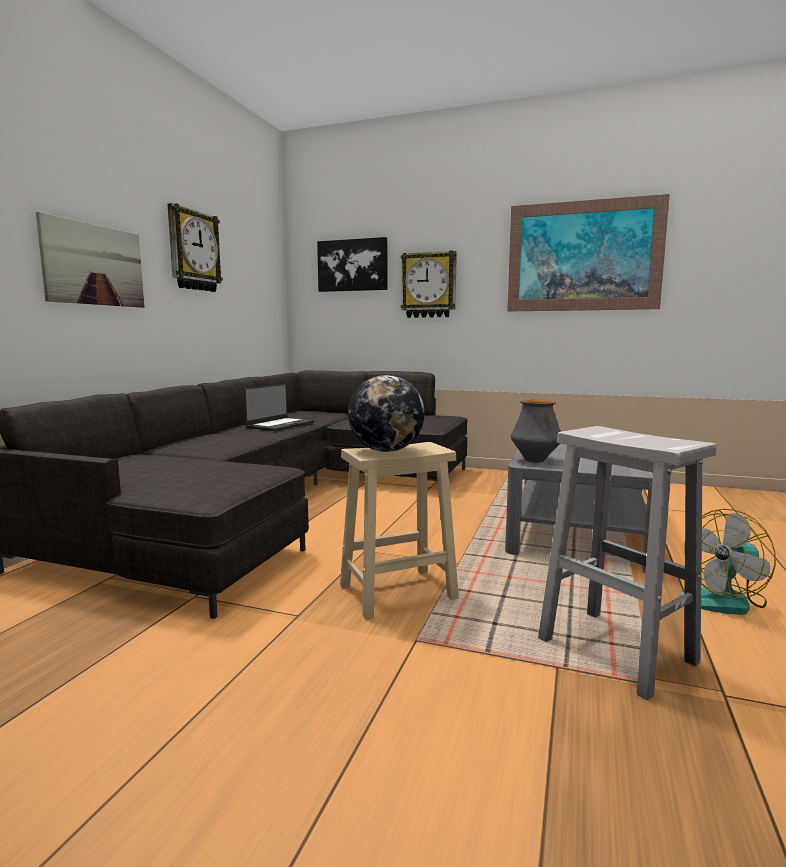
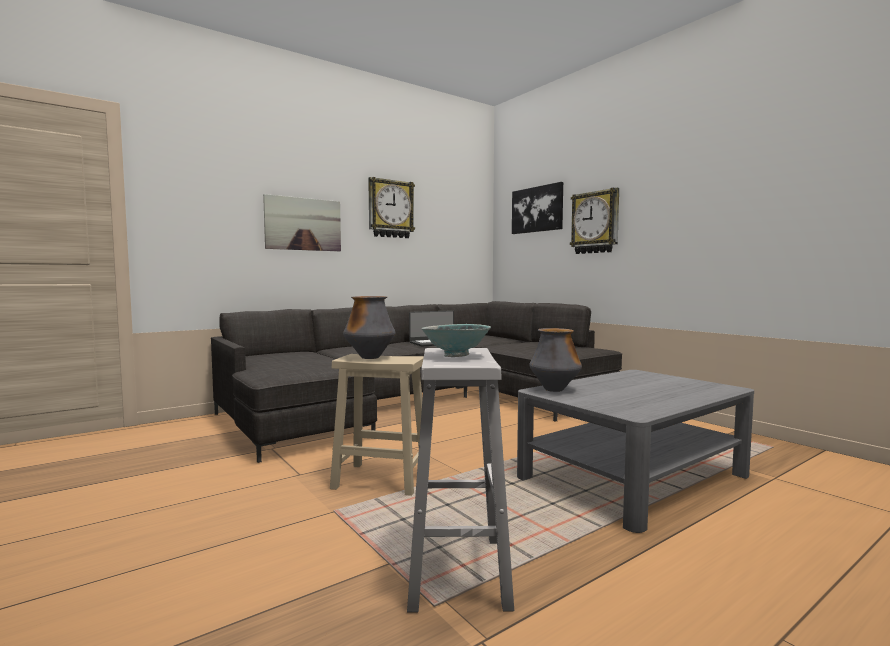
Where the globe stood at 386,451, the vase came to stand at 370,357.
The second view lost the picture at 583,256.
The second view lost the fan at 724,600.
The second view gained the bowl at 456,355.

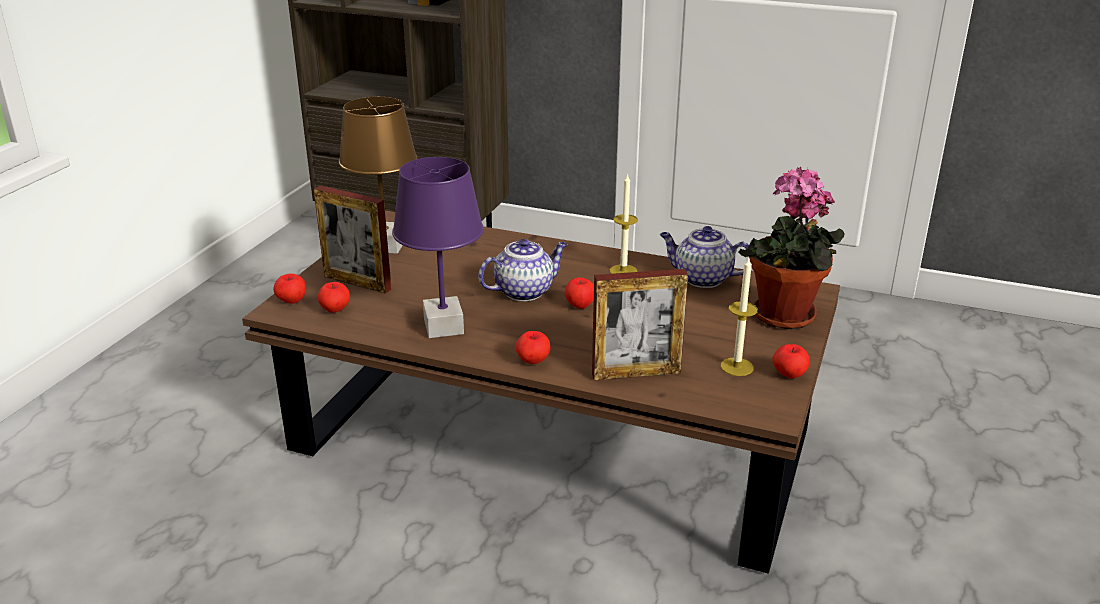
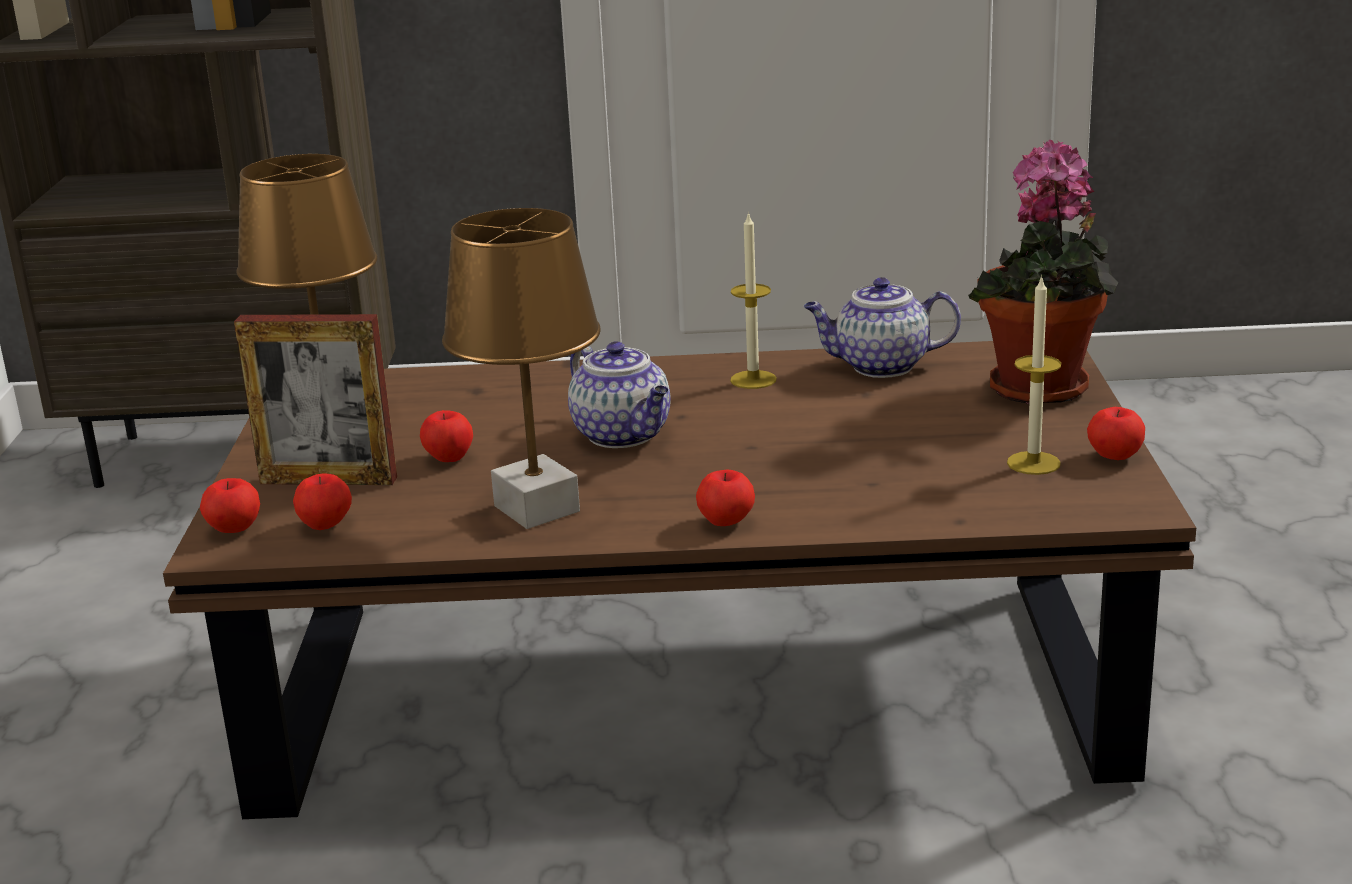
What was the table lamp/purple at 443,326 turned into the table lamp/brown at 535,509.
The teapot at 525,291 ended up facing another way, 105 degrees clockwise from before.
The apple ended up elsewhere, having gone from 579,305 to 448,458.
The second view lost the picture frame at 636,373.

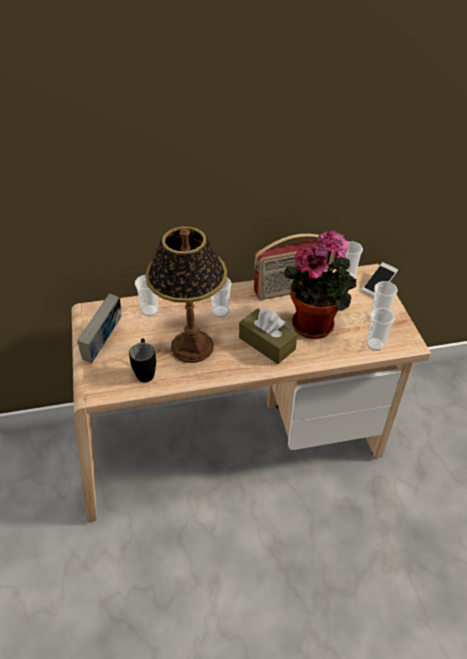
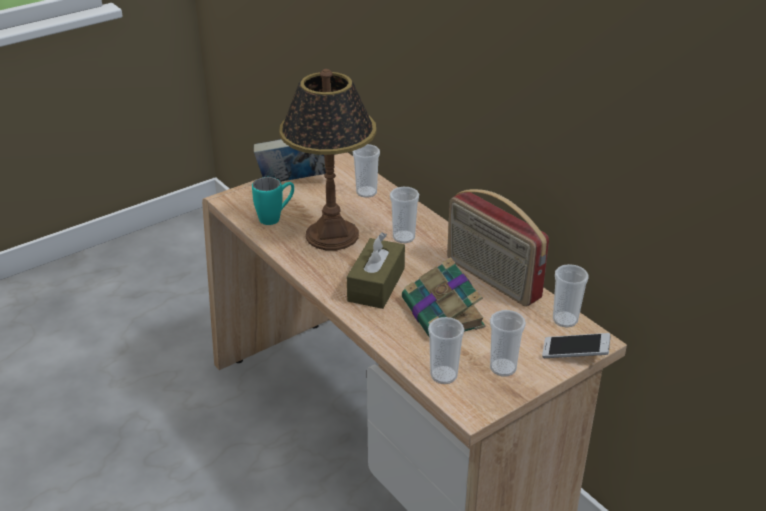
What was the mug/black at 145,371 turned into the mug/turquoise at 276,217.
Where the potted plant stood at 316,323, the book came to stand at 443,314.

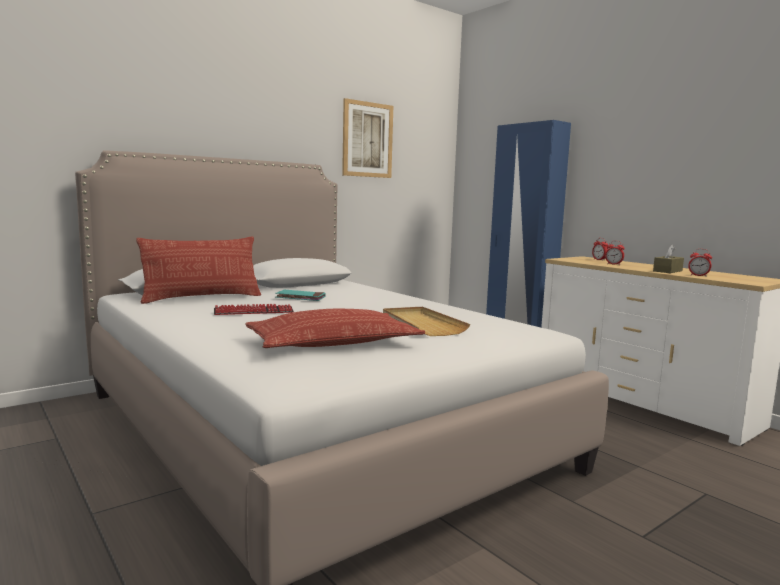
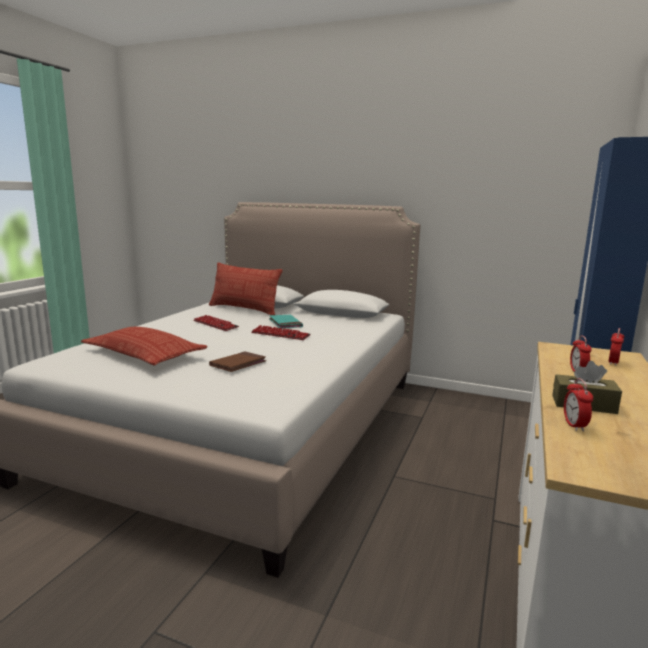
The second view lost the picture at 367,140.
Where the tray/beige stood at 421,324, the book/brown came to stand at 238,364.
The second view gained the keyboard at 280,334.

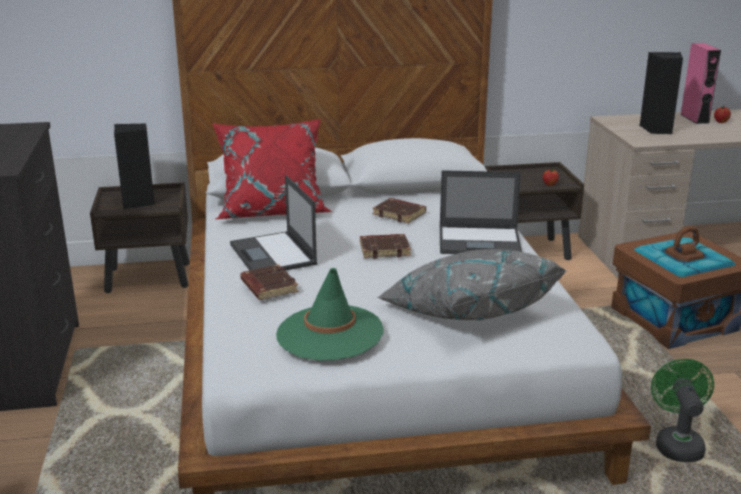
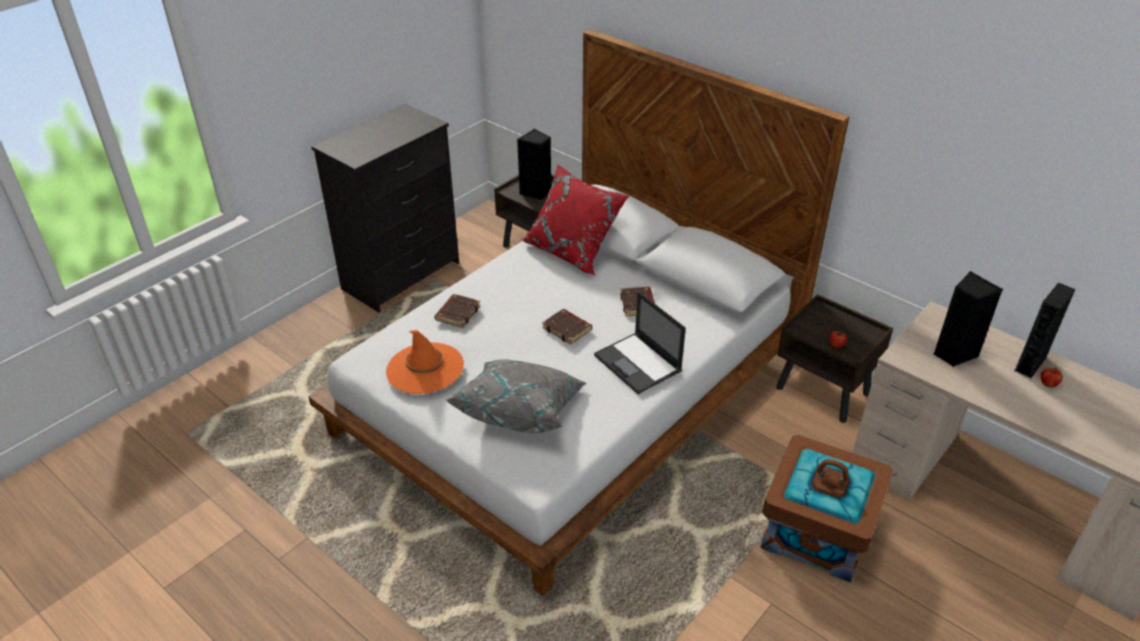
The second view lost the laptop at 273,254.
What was the hat/green at 330,333 turned into the hat/orange at 425,368.
The second view lost the fan/green at 677,444.
What was the speaker/pink at 694,118 turned into the speaker/black at 1030,364.

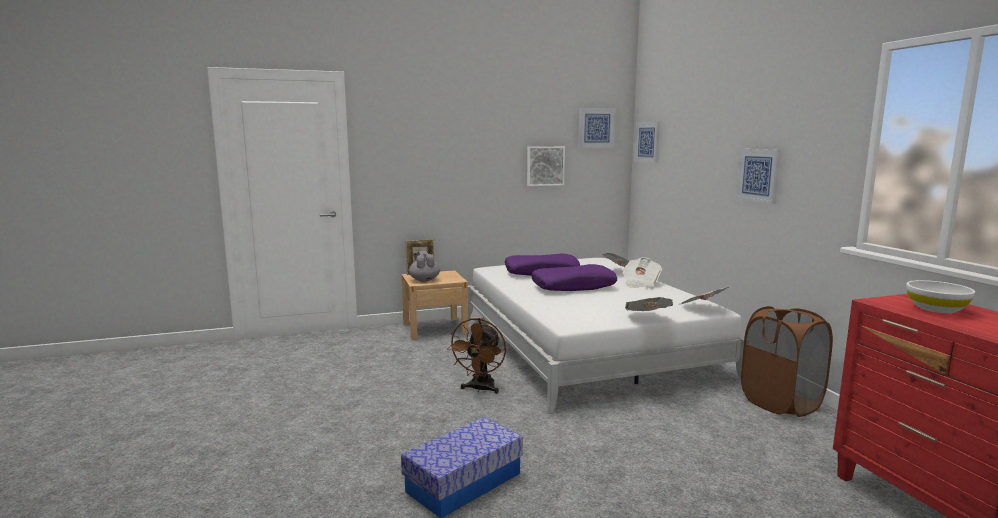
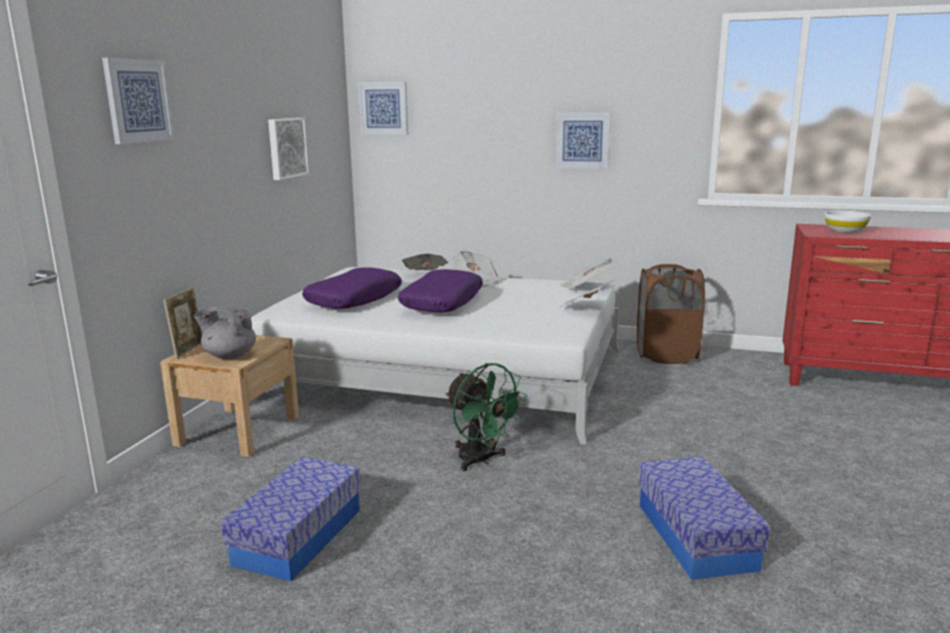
What was the fan/brown at 480,389 turned into the fan/green at 481,460.
The picture ended up elsewhere, having gone from 596,128 to 138,101.
The second view gained the storage box at 298,536.

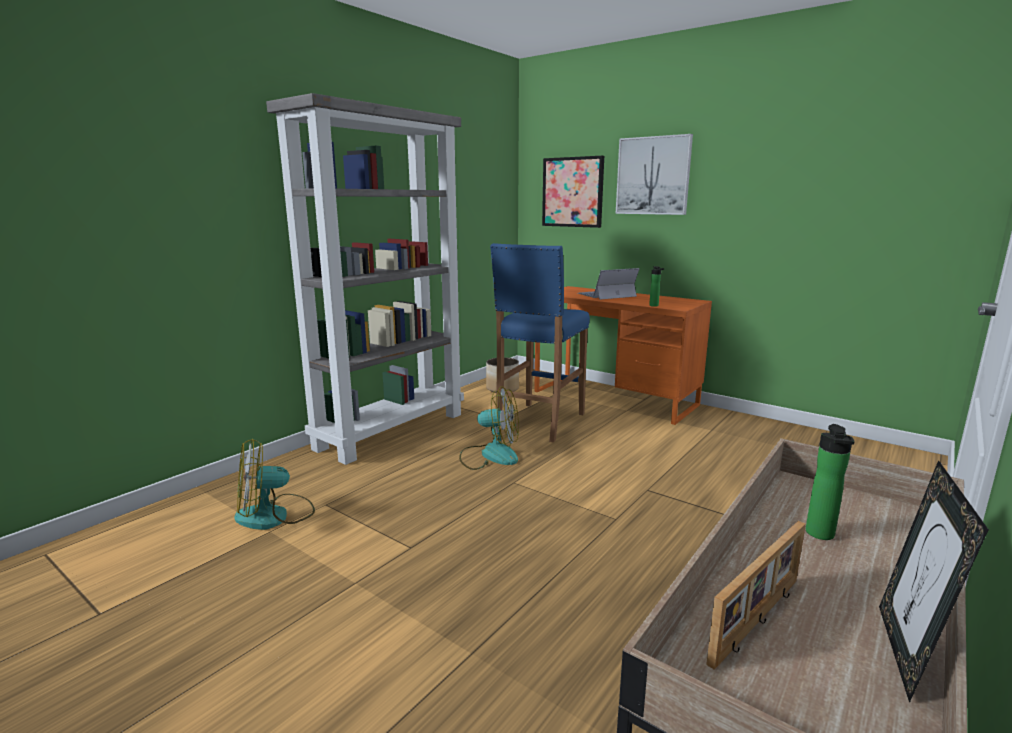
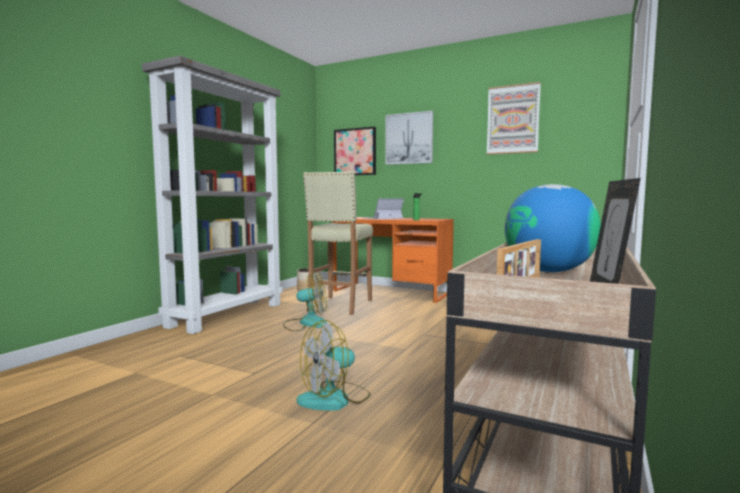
The fan ended up elsewhere, having gone from 274,516 to 334,398.
What was the stool/blue at 539,422 turned into the stool/beige at 340,306.
Where the bottle stood at 820,535, the globe came to stand at 548,271.
The second view gained the picture at 513,119.

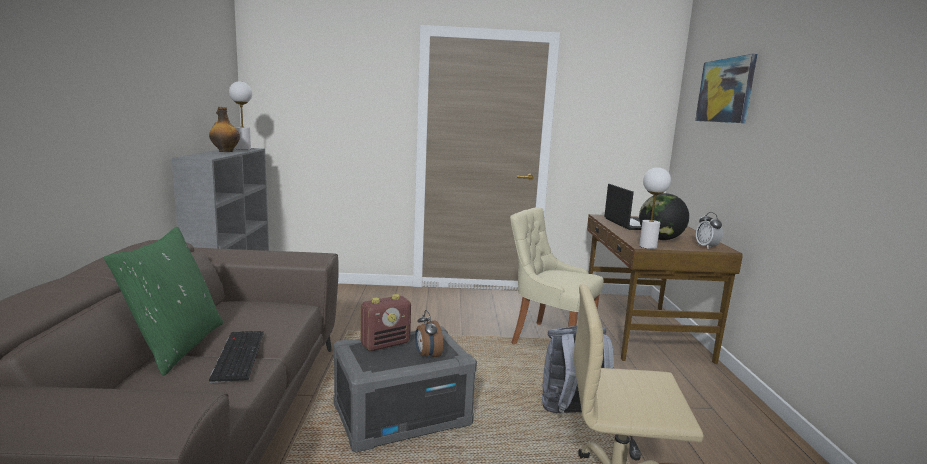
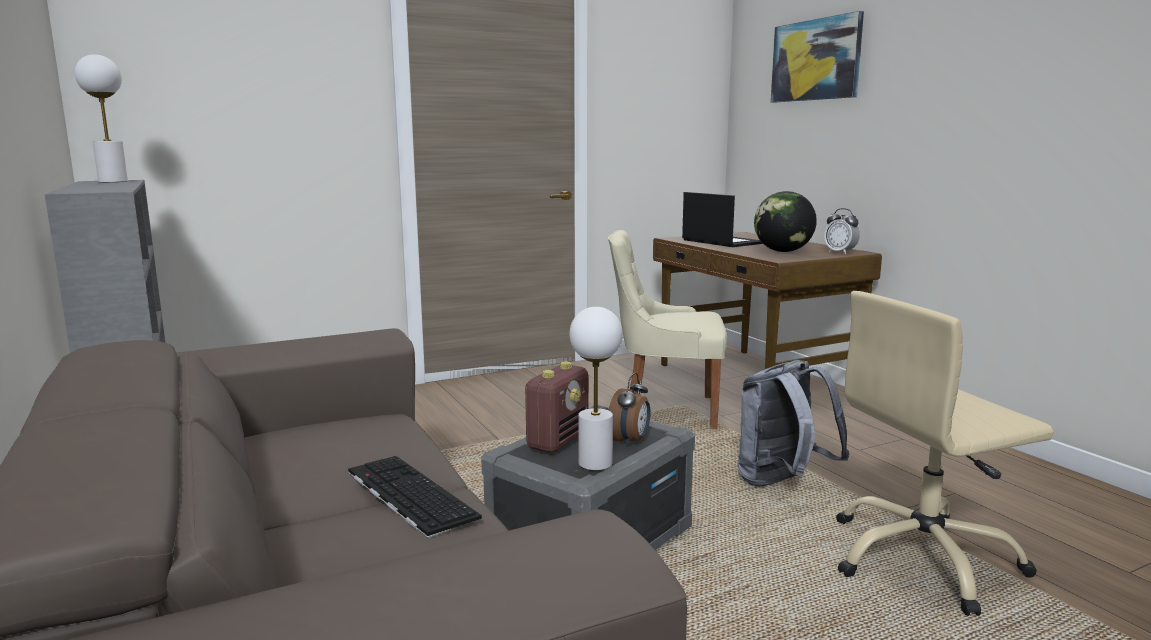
The second view lost the pillow/green at 176,346.
The second view lost the bottle at 225,151.
The alarm clock at 427,356 ended up facing another way, 105 degrees counterclockwise from before.
The table lamp/white ended up elsewhere, having gone from 647,246 to 595,463.

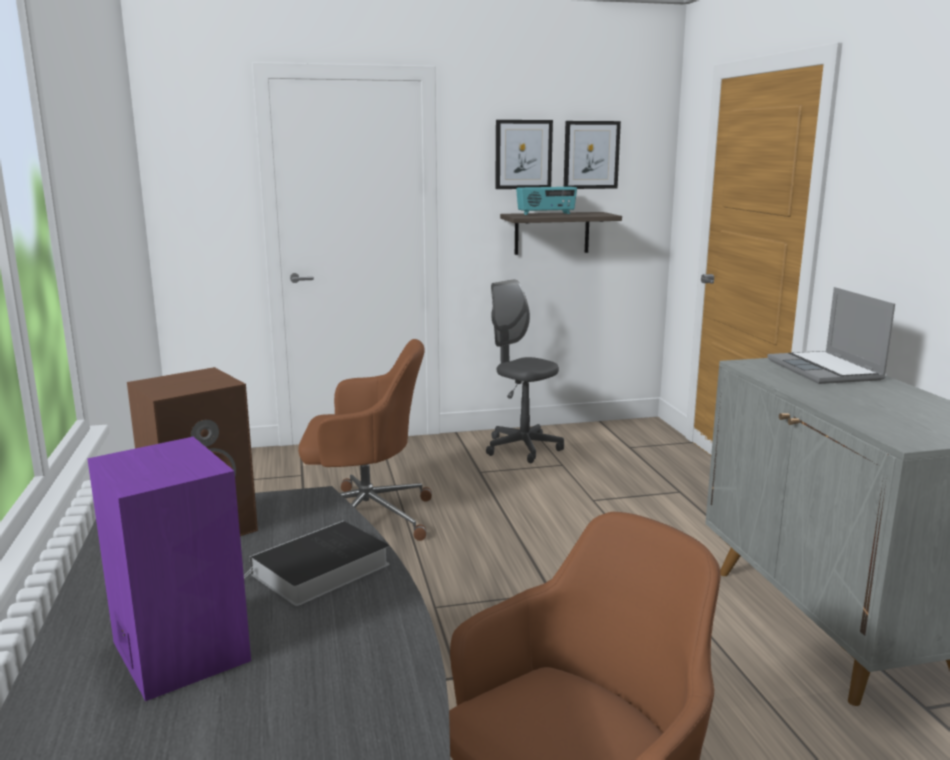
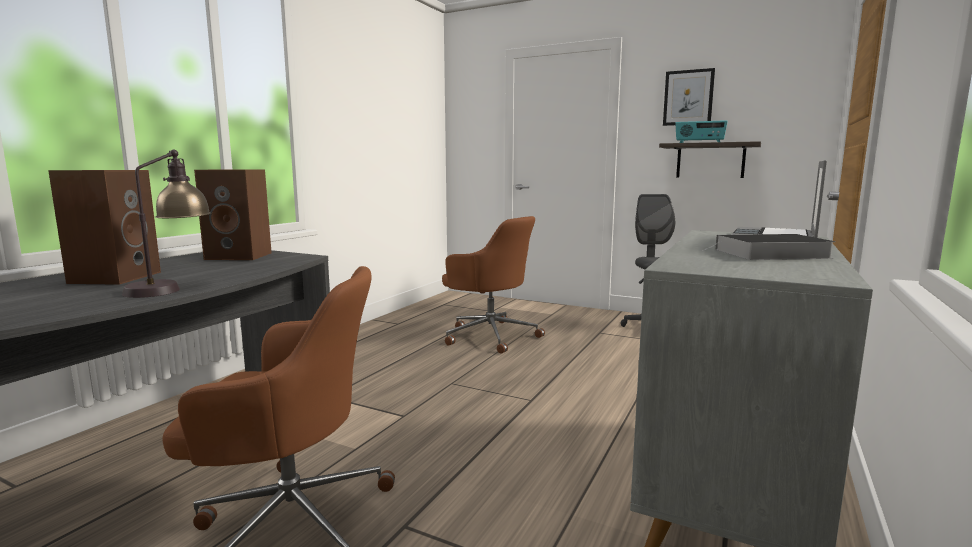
What was the speaker/purple at 177,651 turned into the speaker/brown at 115,277.
The book ended up elsewhere, having gone from 318,571 to 769,254.
The second view lost the picture at 591,155.
The second view gained the table lamp at 172,288.

